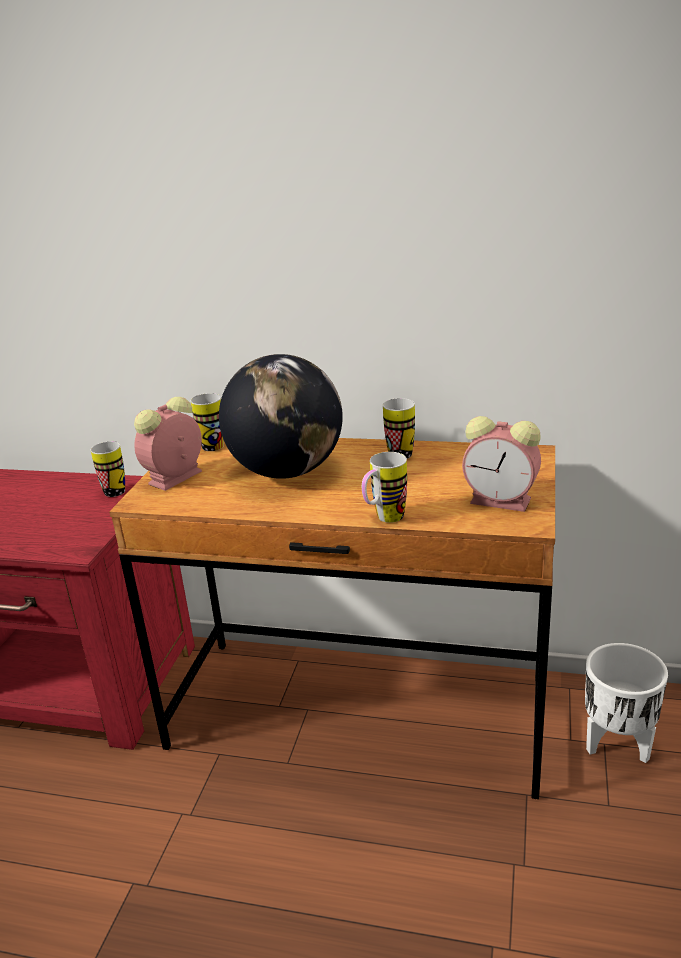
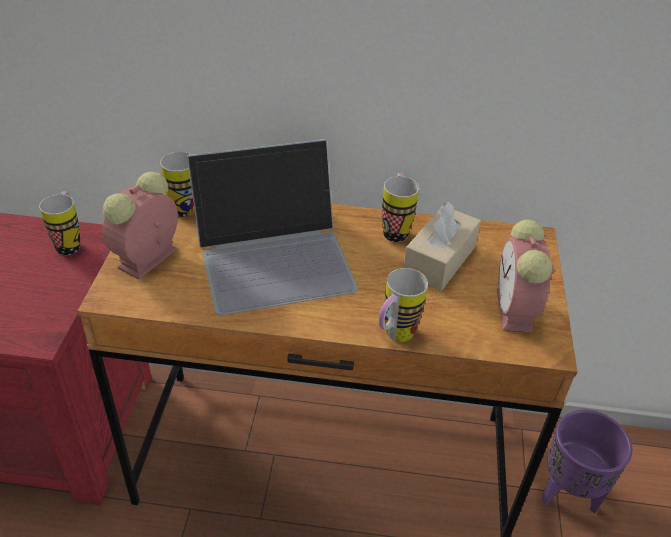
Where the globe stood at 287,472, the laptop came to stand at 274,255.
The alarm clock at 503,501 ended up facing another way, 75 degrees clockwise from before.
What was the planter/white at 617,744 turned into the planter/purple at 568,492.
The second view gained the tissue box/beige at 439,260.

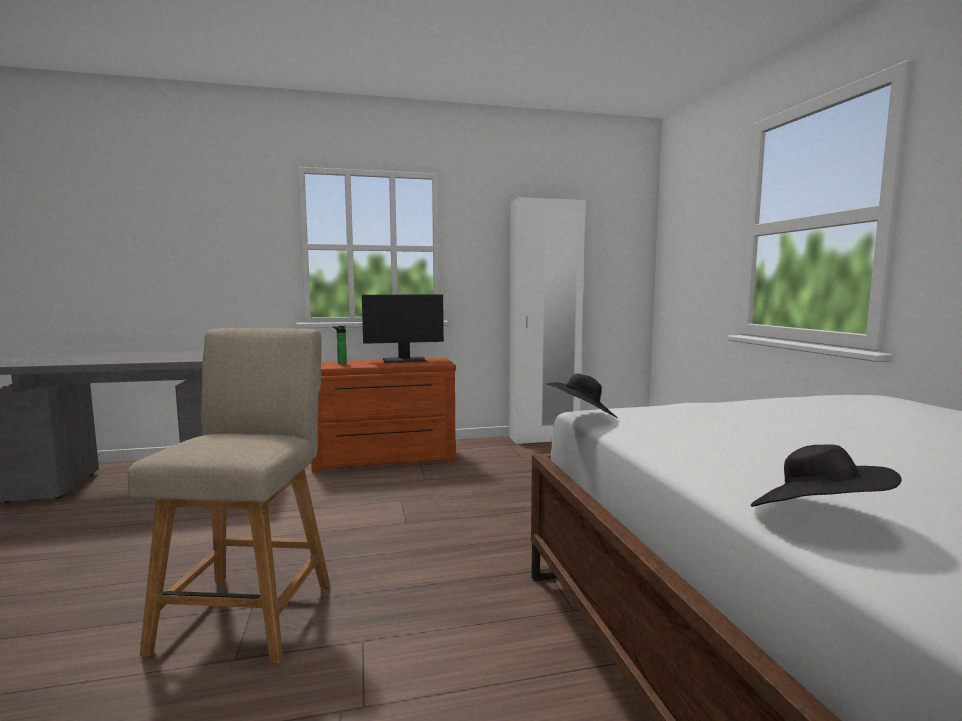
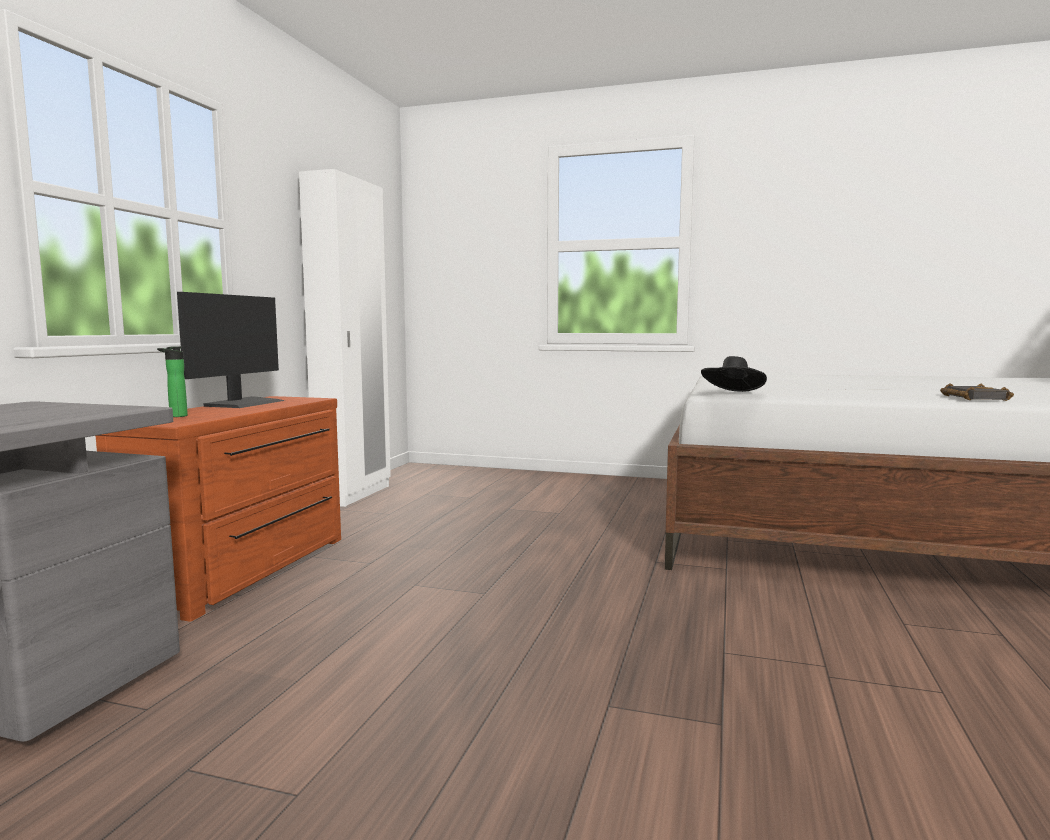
The second view lost the chair/beige at 250,610.
Where the hat/black stood at 815,518, the book/black came to stand at 971,398.

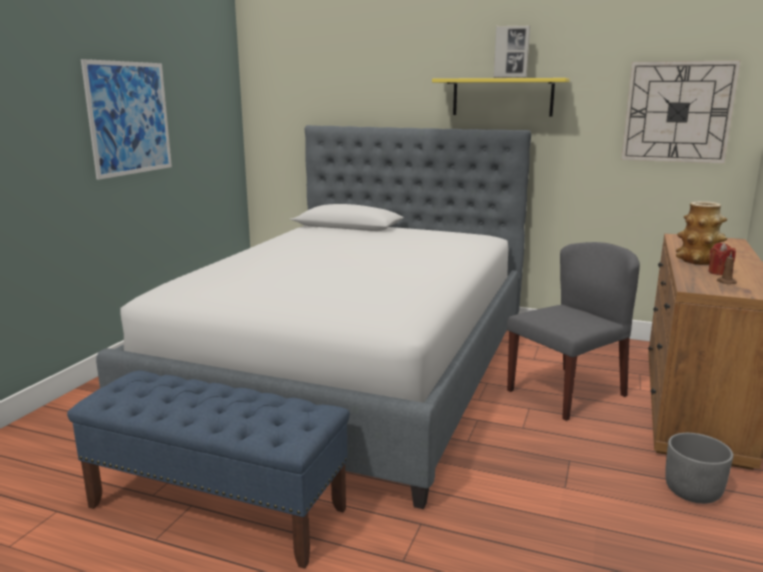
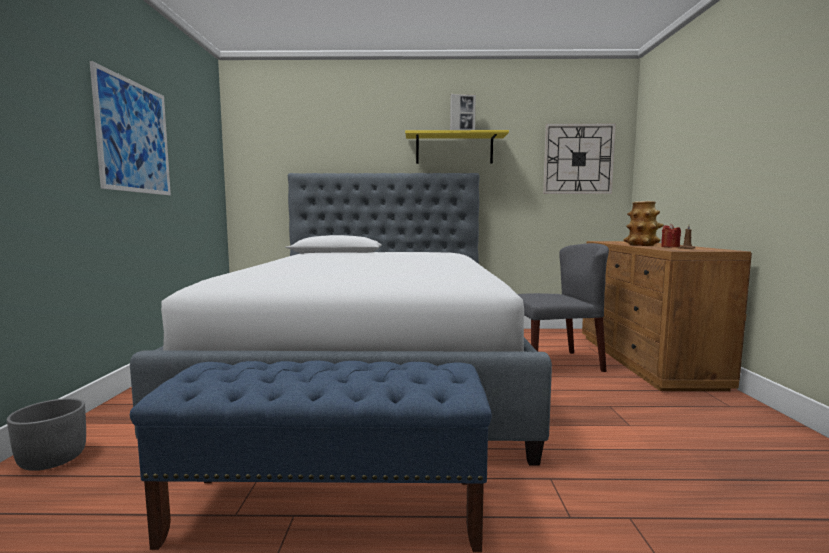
The chair/grey at 566,392 ended up facing another way, 45 degrees clockwise from before.
The planter/grey ended up elsewhere, having gone from 692,492 to 52,460.

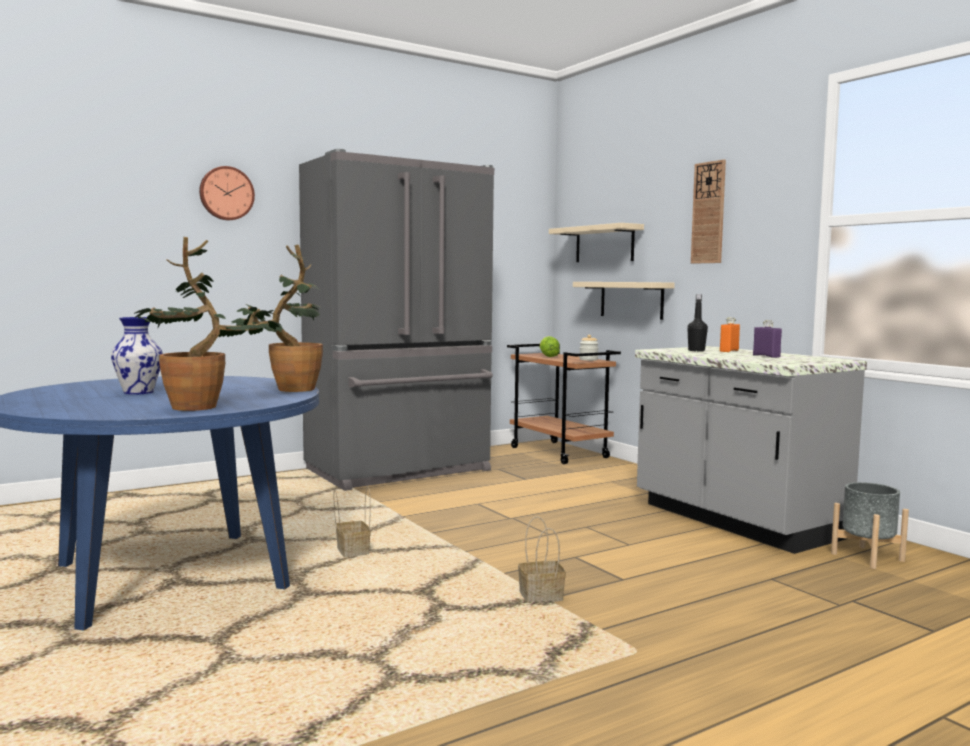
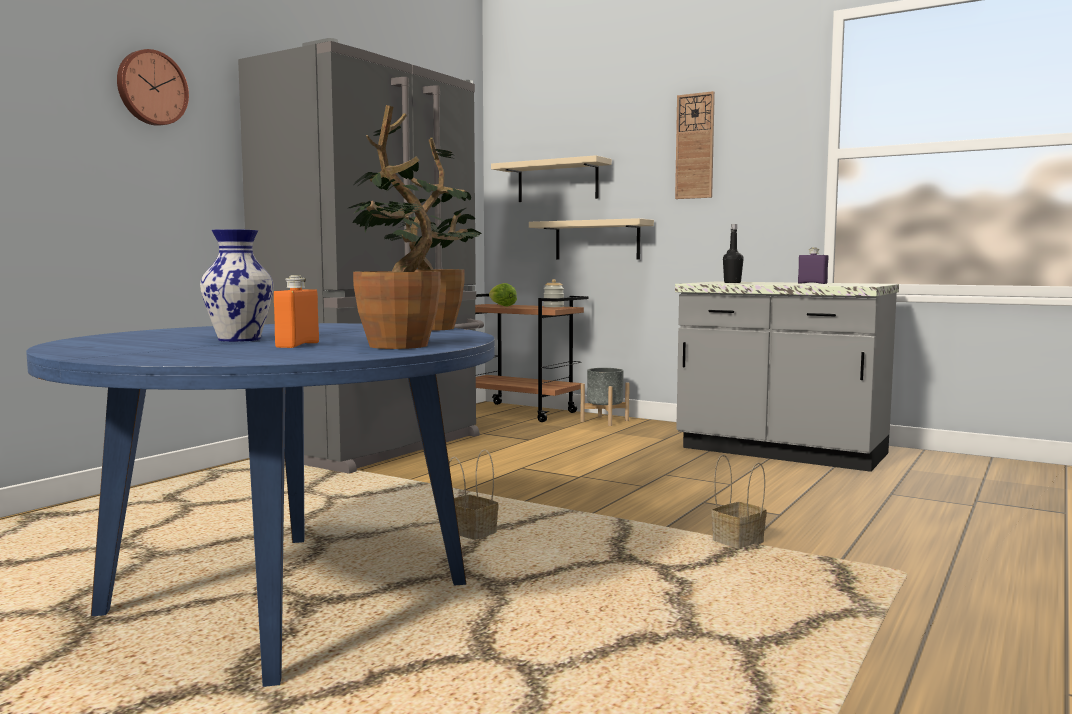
The bottle/orange ended up elsewhere, having gone from 729,351 to 297,345.
The planter/grey ended up elsewhere, having gone from 867,557 to 604,421.

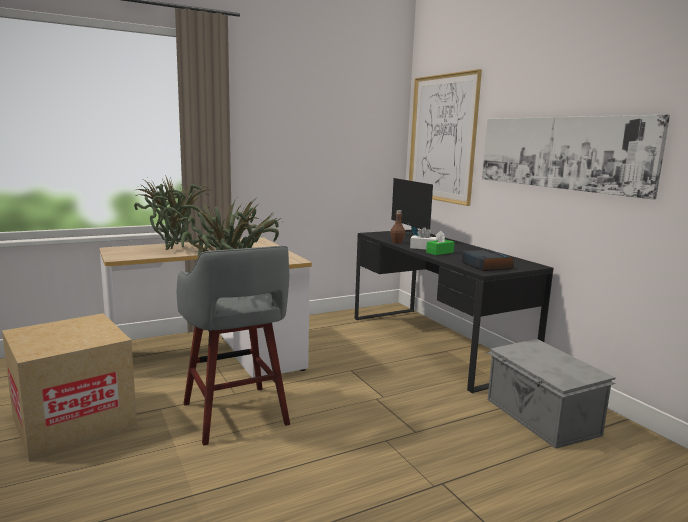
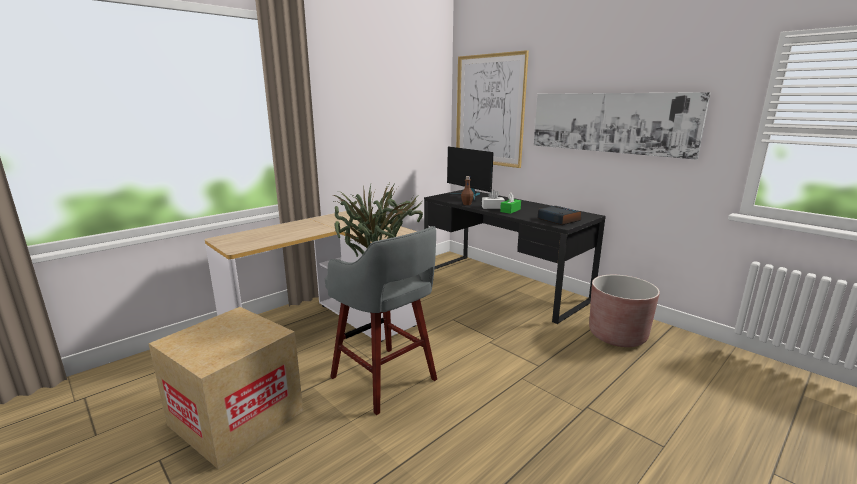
The second view lost the potted plant at 176,249.
Where the storage box/grey stood at 541,417, the planter/brown came to stand at 617,335.

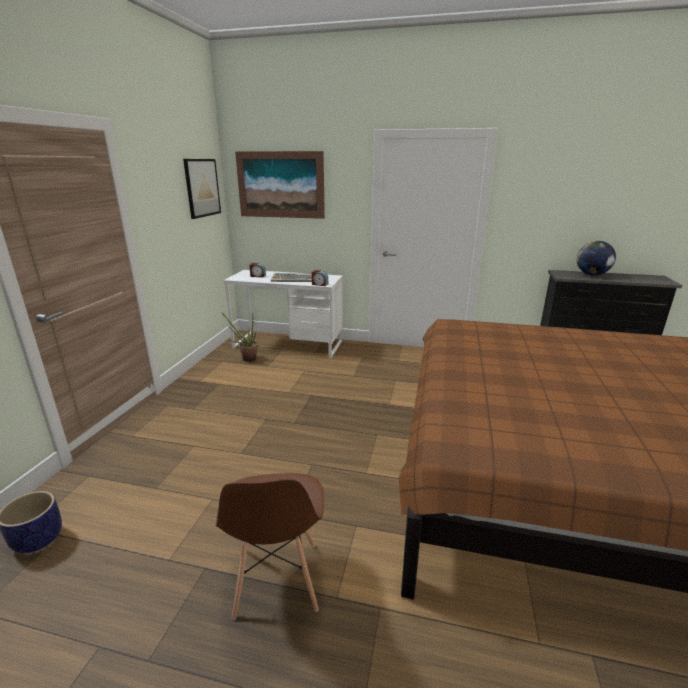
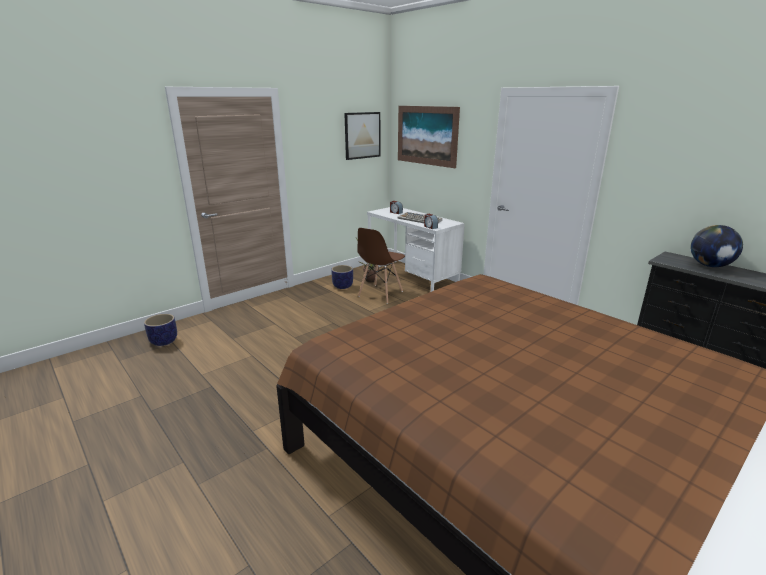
The chair/brown ended up elsewhere, having gone from 276,579 to 380,294.
The second view gained the planter at 342,286.

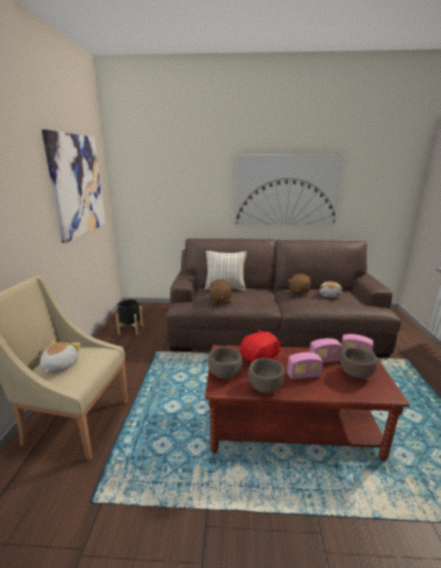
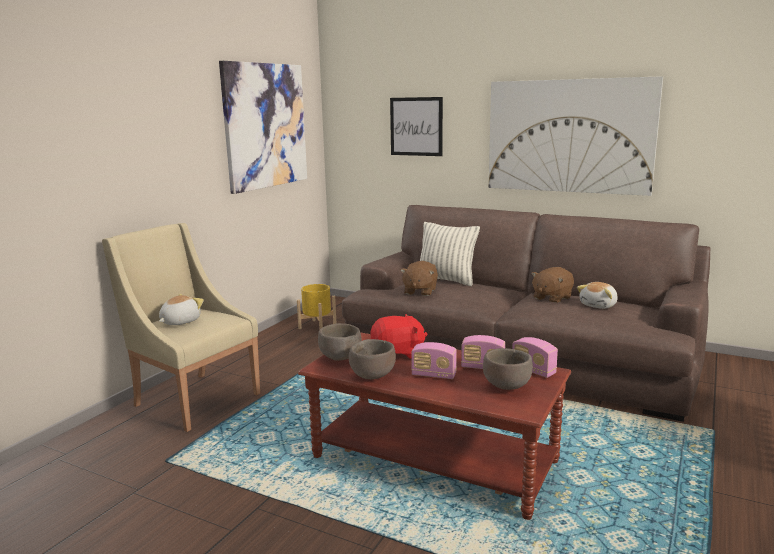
What was the planter/black at 130,329 turned into the planter/yellow at 317,326.
The second view gained the picture at 416,126.

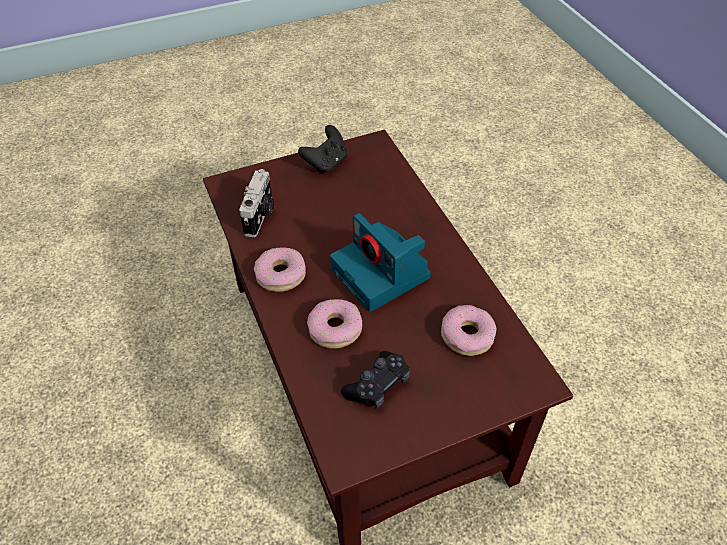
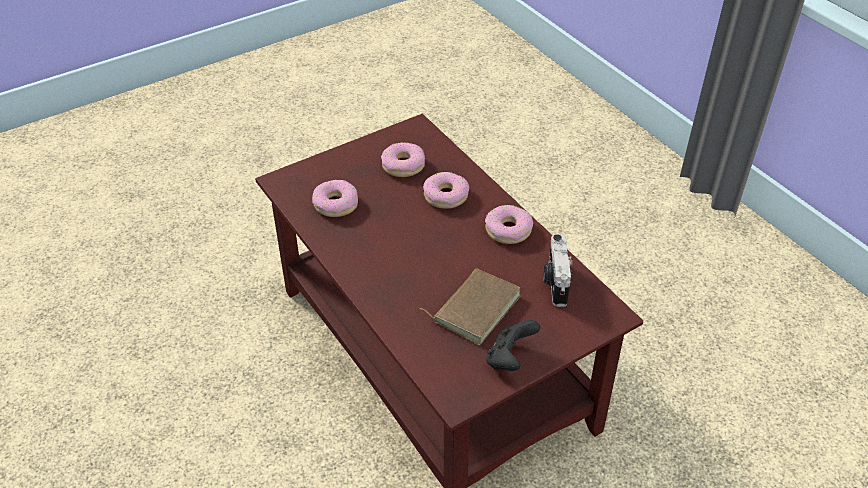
The second view lost the photo camera at 382,274.
Where the game controller/black stood at 377,385, the donut came to stand at 403,165.
The second view gained the book/brown at 475,307.

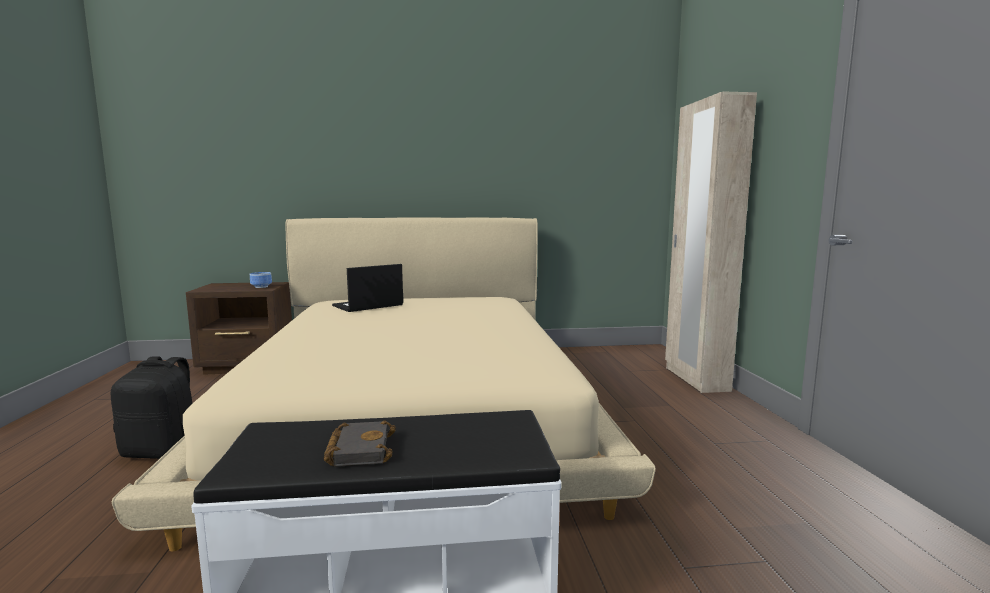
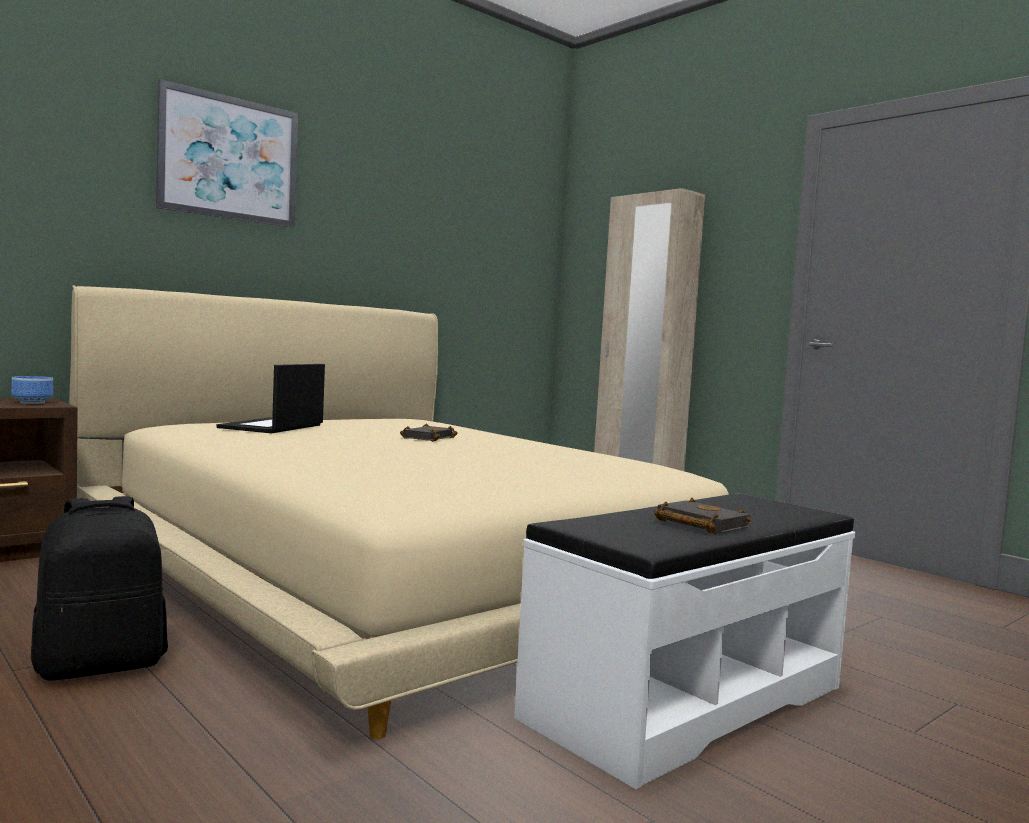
The second view gained the picture at 229,158.
The second view gained the book/black at 427,438.

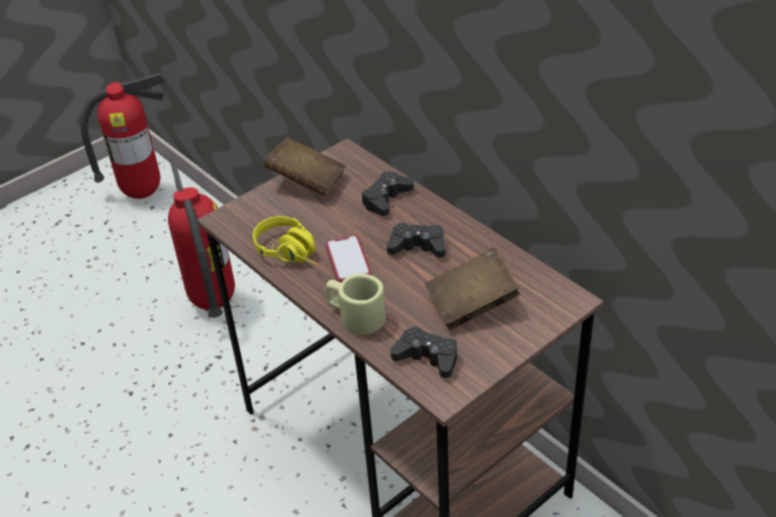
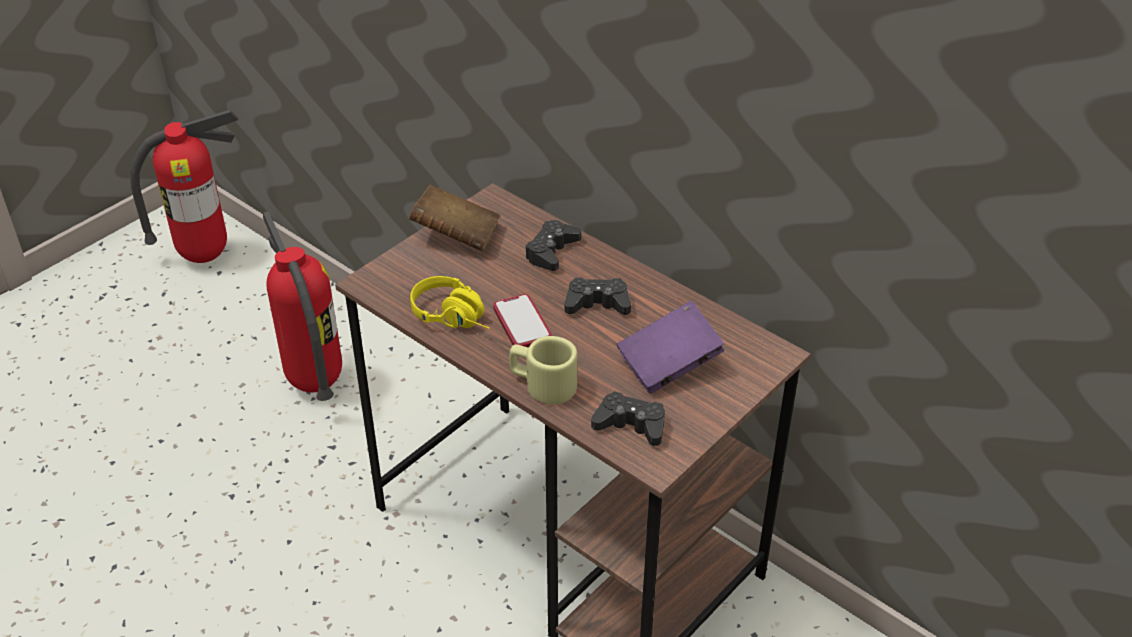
What was the book/brown at 471,304 turned into the book/purple at 669,364.

